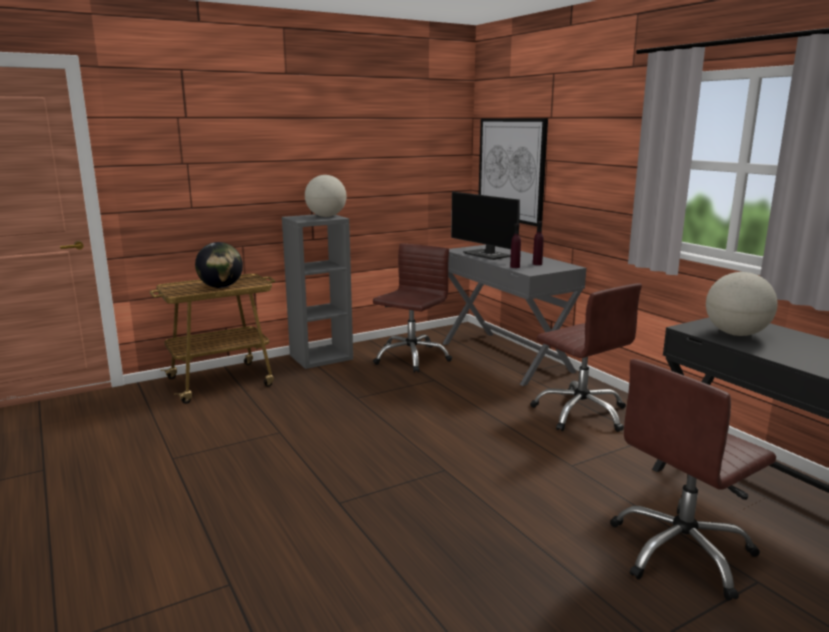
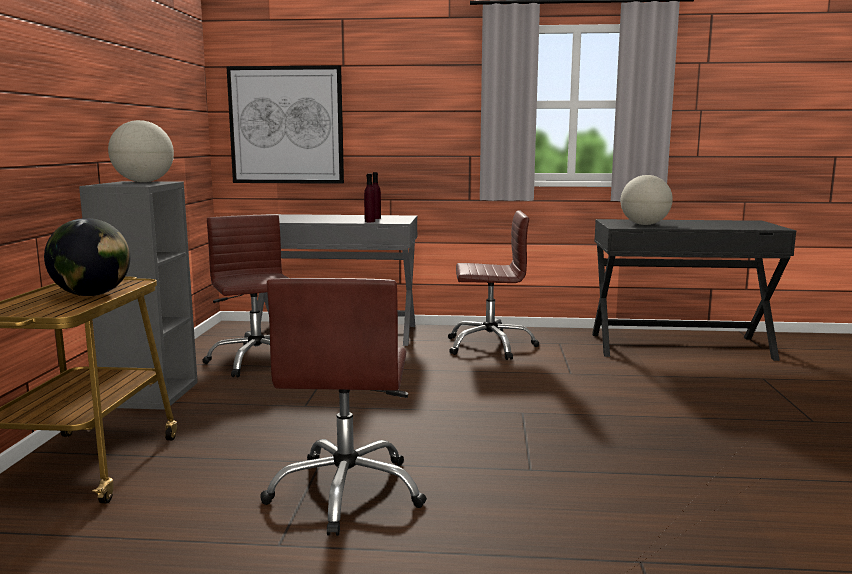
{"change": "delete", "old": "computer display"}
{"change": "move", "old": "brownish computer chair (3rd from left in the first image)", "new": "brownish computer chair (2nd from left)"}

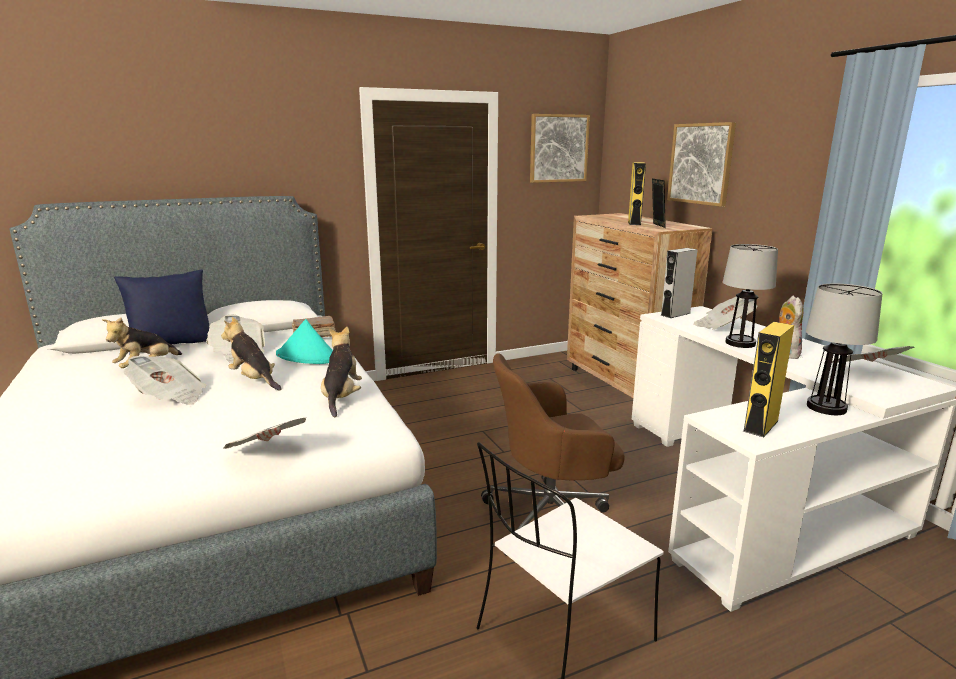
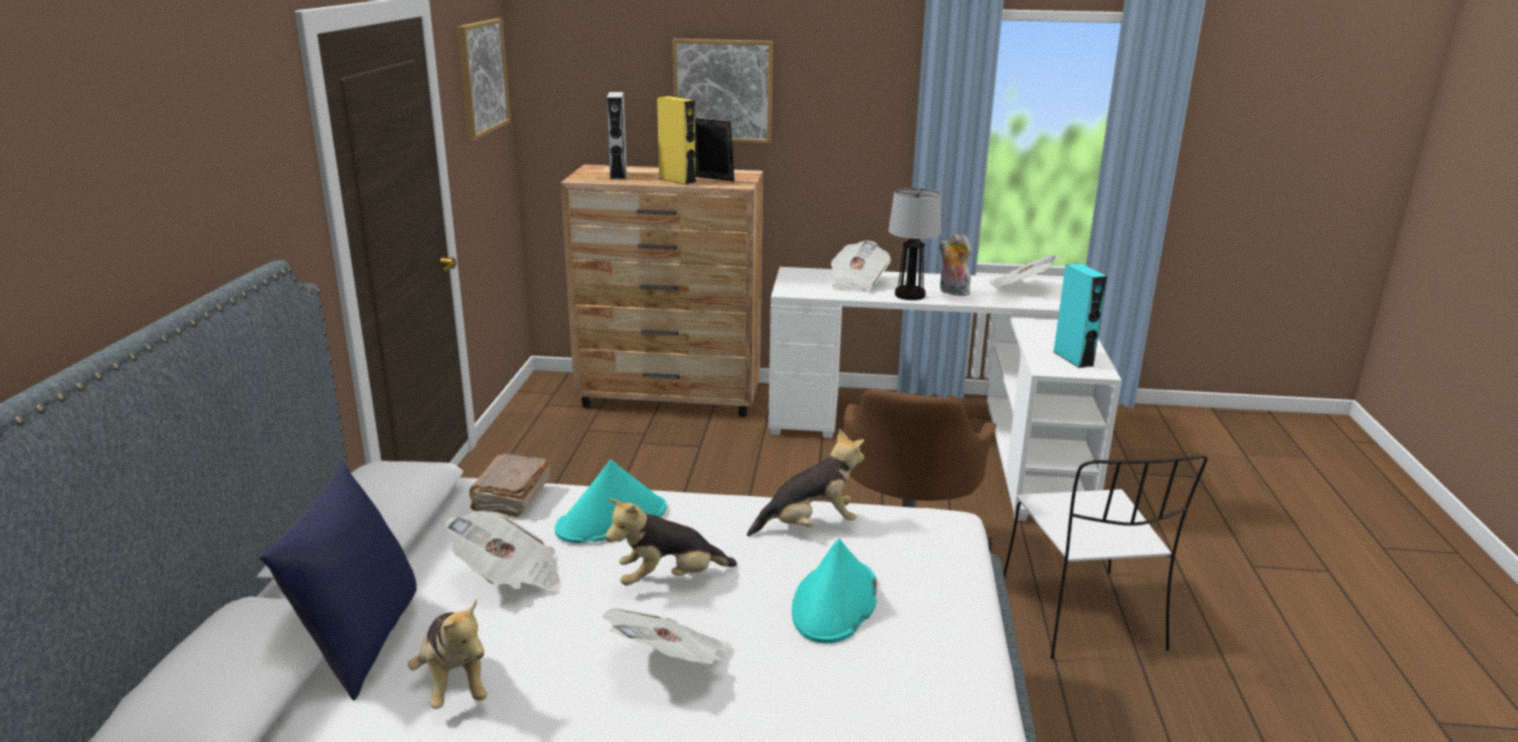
{"change": "delete", "old": "newspaper (3rd from left)"}
{"change": "rotate", "old": "plush toy (3rd from left)", "degrees": 135}
{"change": "move", "old": "greyish loudspeaker"}
{"change": "recolor", "old": "yellowish loudspeaker (2nd from left)", "new": "turquoise-coloured loudspeaker"}
{"change": "delete", "old": "tabletop lamp (2nd from left)"}
{"change": "insert", "new": "turquoise-coloured wearable hat (2nd from left)"}

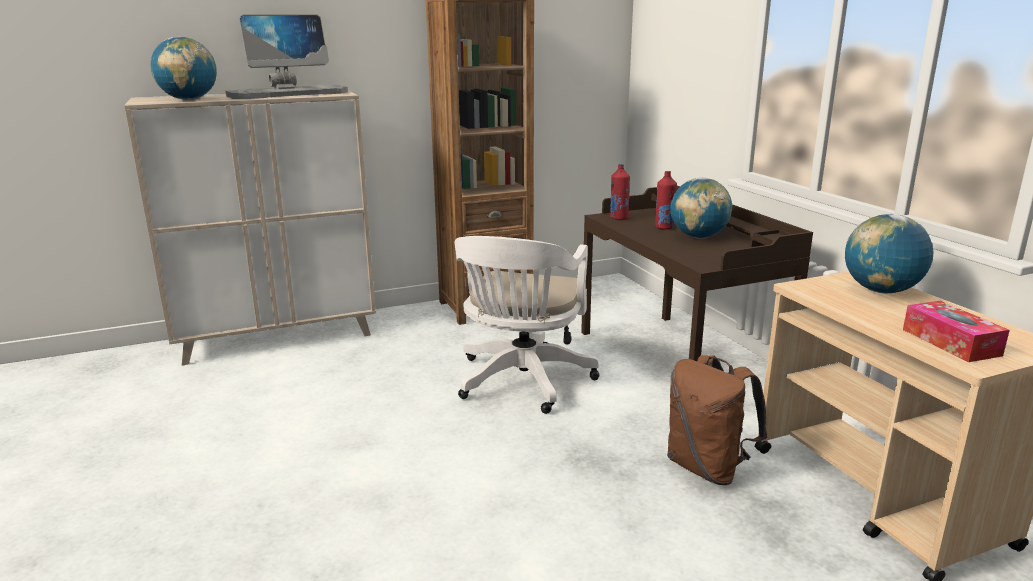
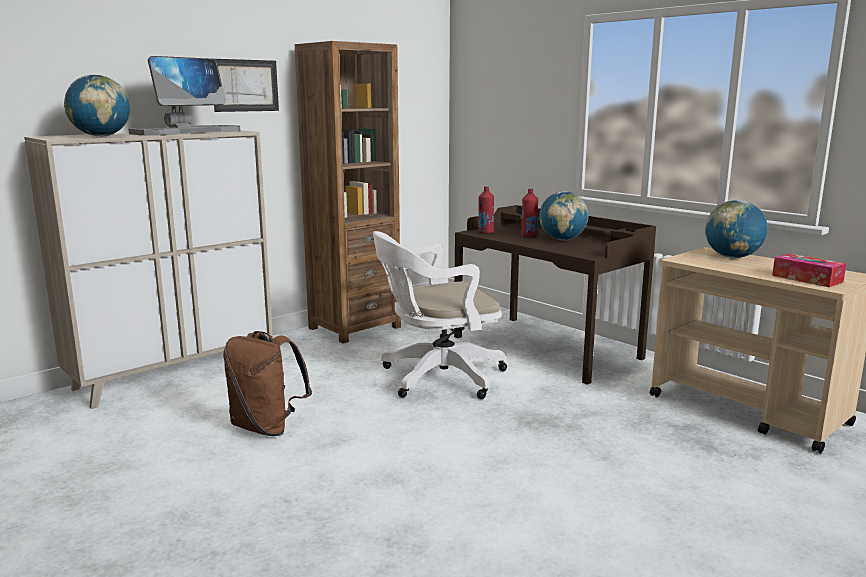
{"change": "rotate", "old": "whitish computer chair", "degrees": 75}
{"change": "move", "old": "brownish backpack"}
{"change": "insert", "new": "wall picture"}

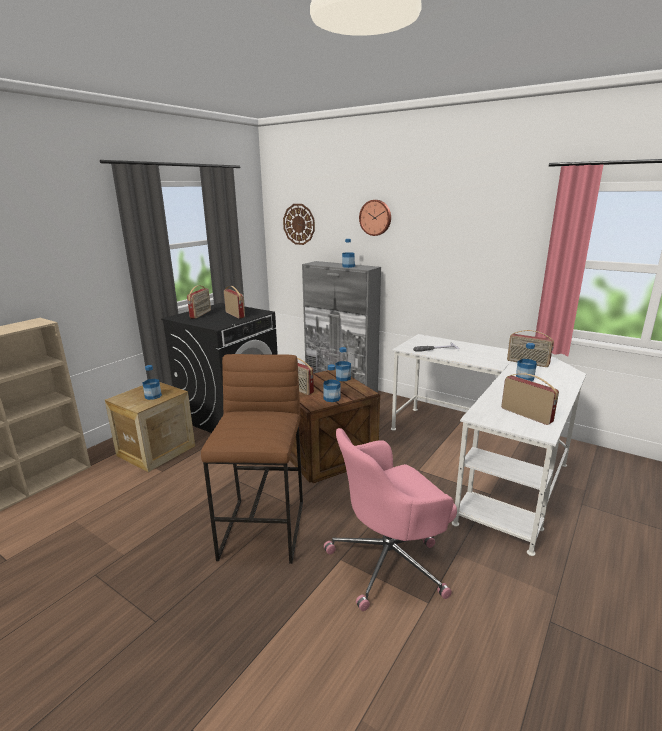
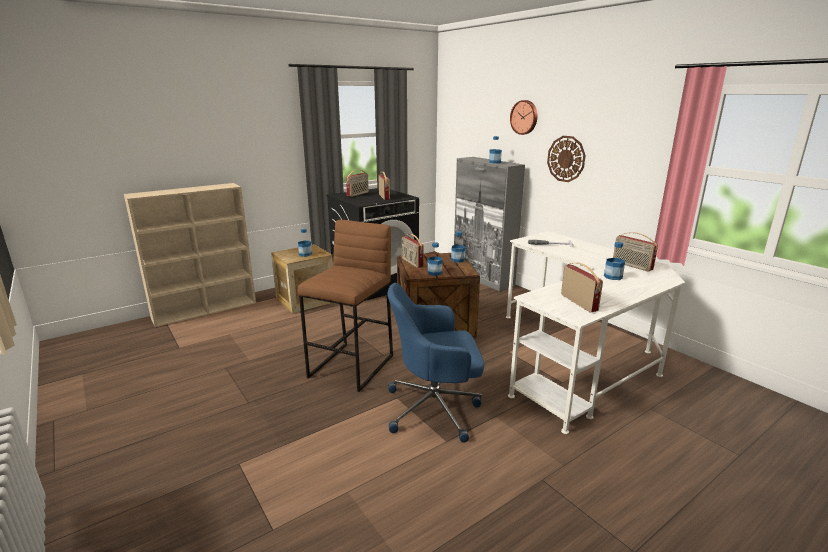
{"change": "move", "old": "wall clock (1st from left in the first image)", "new": "wall clock (2nd from left)"}
{"change": "recolor", "old": "pink computer chair", "new": "blue computer chair"}

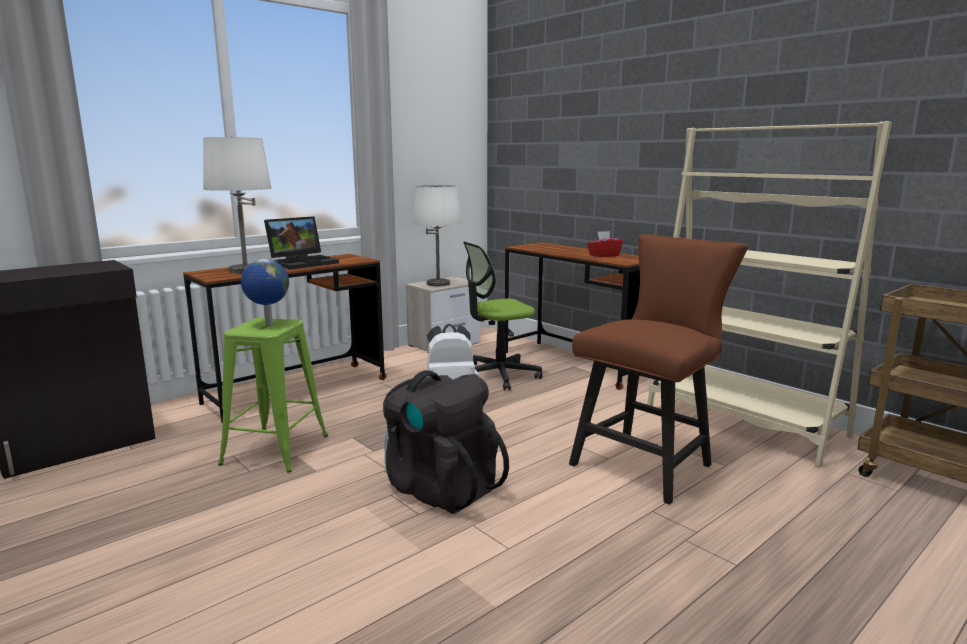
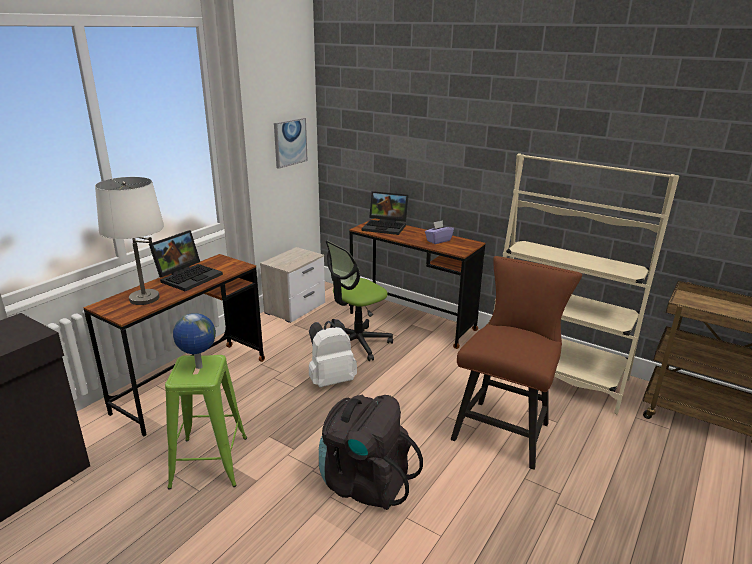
{"change": "delete", "old": "whitish tabletop lamp (2nd from left)"}
{"change": "recolor", "old": "red tissue holder", "new": "purple tissue holder"}
{"change": "insert", "new": "wall picture"}
{"change": "insert", "new": "notebook computer (2nd from left)"}

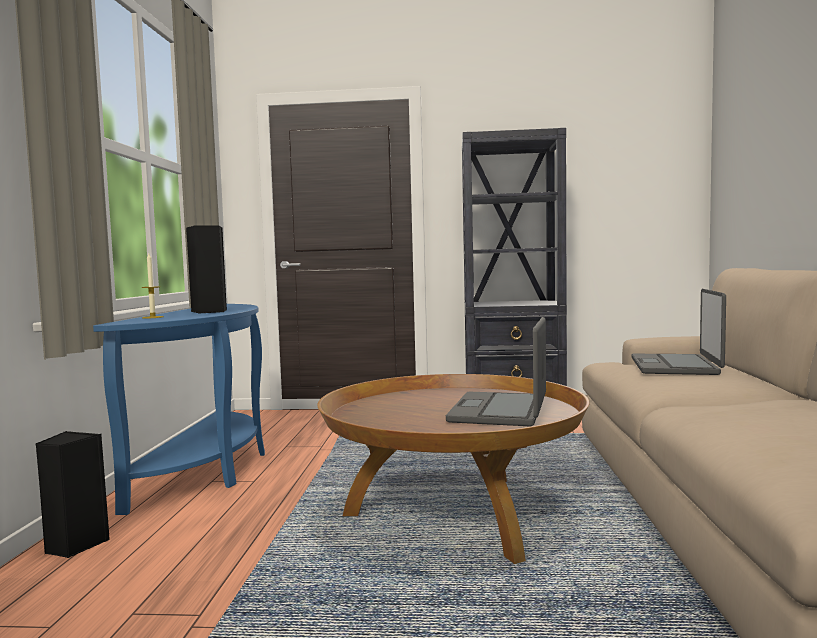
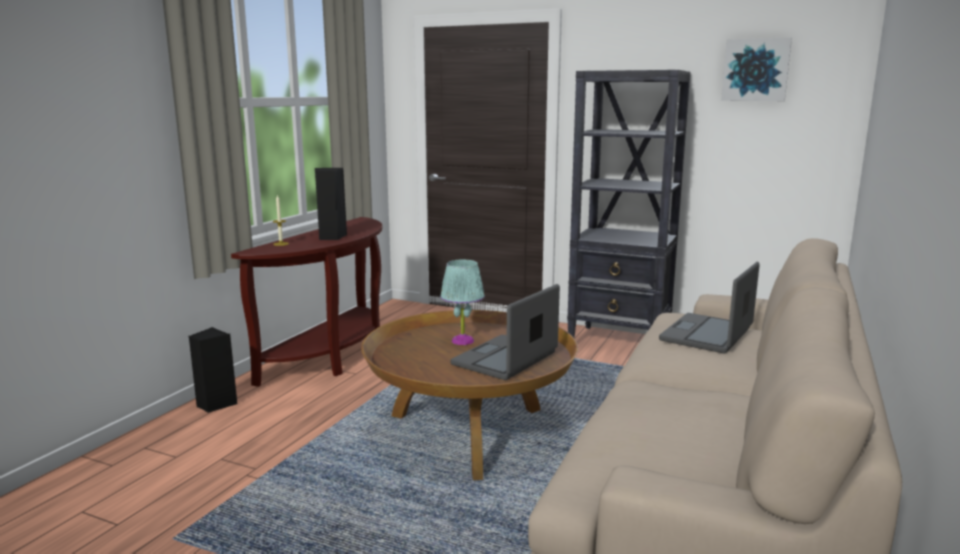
{"change": "recolor", "old": "blue console table", "new": "brownish console table"}
{"change": "insert", "new": "turquoise-coloured tabletop lamp"}
{"change": "insert", "new": "wall picture"}

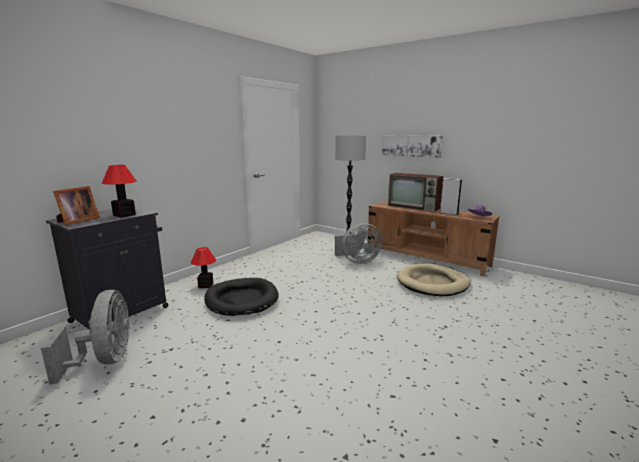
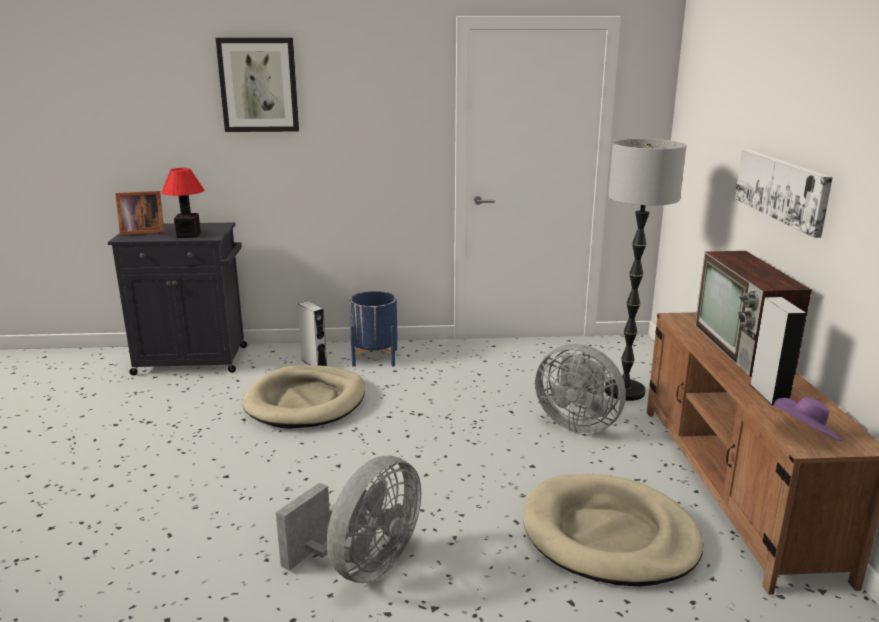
{"change": "move", "old": "greyish cooling fan (1st from left)"}
{"change": "replace", "old": "tabletop lamp (2nd from left)", "new": "greyish loudspeaker (1st from left)"}
{"change": "recolor", "old": "blackish dog bed", "new": "beige dog bed (1st from left)"}
{"change": "insert", "new": "wall picture (1st from left)"}
{"change": "insert", "new": "blue plant pot"}

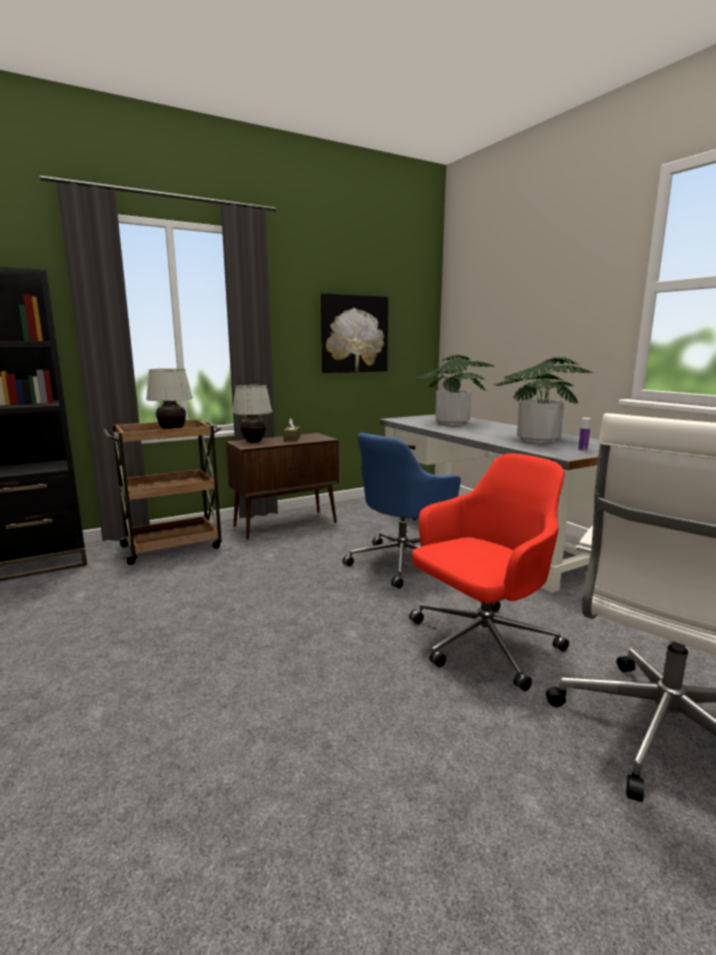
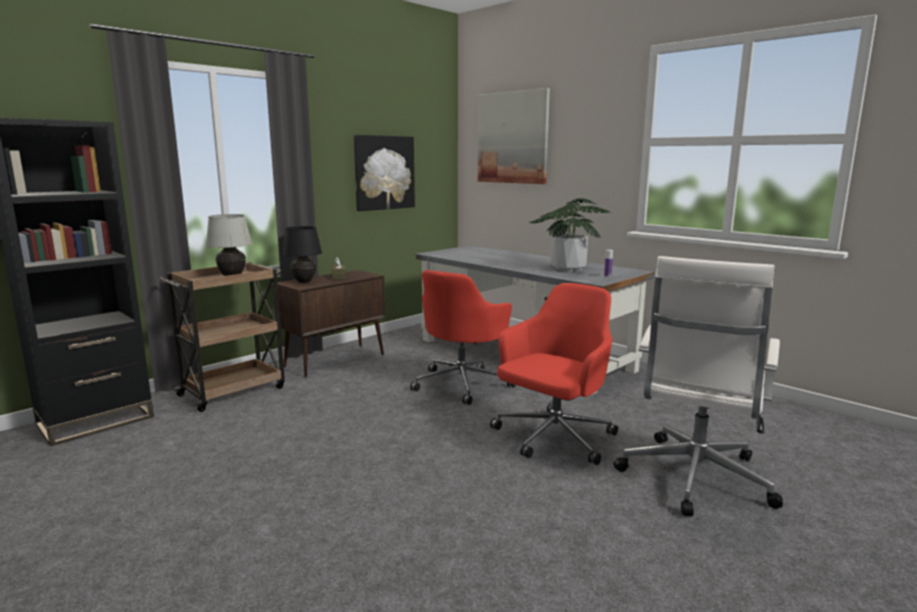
{"change": "recolor", "old": "whitish tabletop lamp (2nd from left)", "new": "blackish tabletop lamp"}
{"change": "recolor", "old": "blue computer chair", "new": "red computer chair (1st from left)"}
{"change": "delete", "old": "plant in a pot (1st from left)"}
{"change": "insert", "new": "wall picture (2nd from left)"}

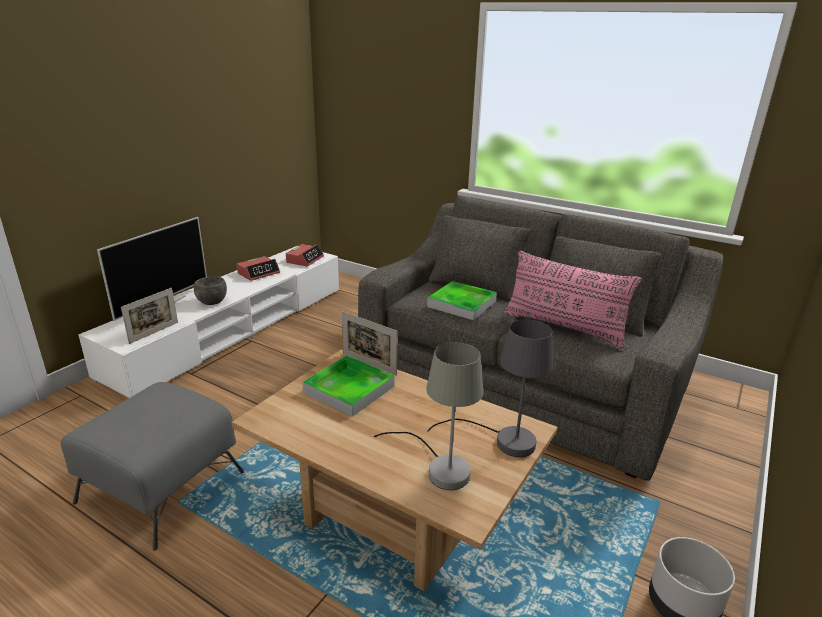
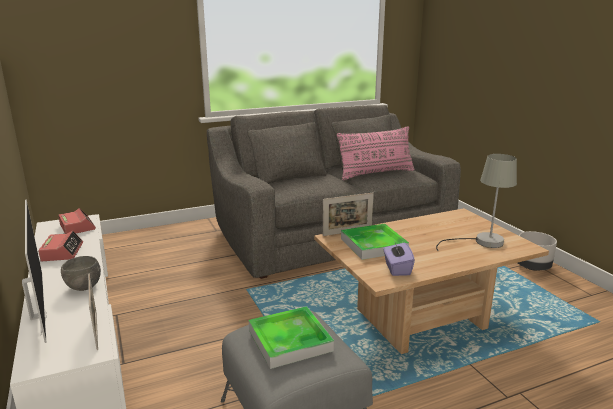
{"change": "move", "old": "tray (2nd from left in the first image)", "new": "tray (1st from left)"}
{"change": "delete", "old": "greyish tabletop lamp (2nd from left)"}
{"change": "insert", "new": "purple tissue holder"}

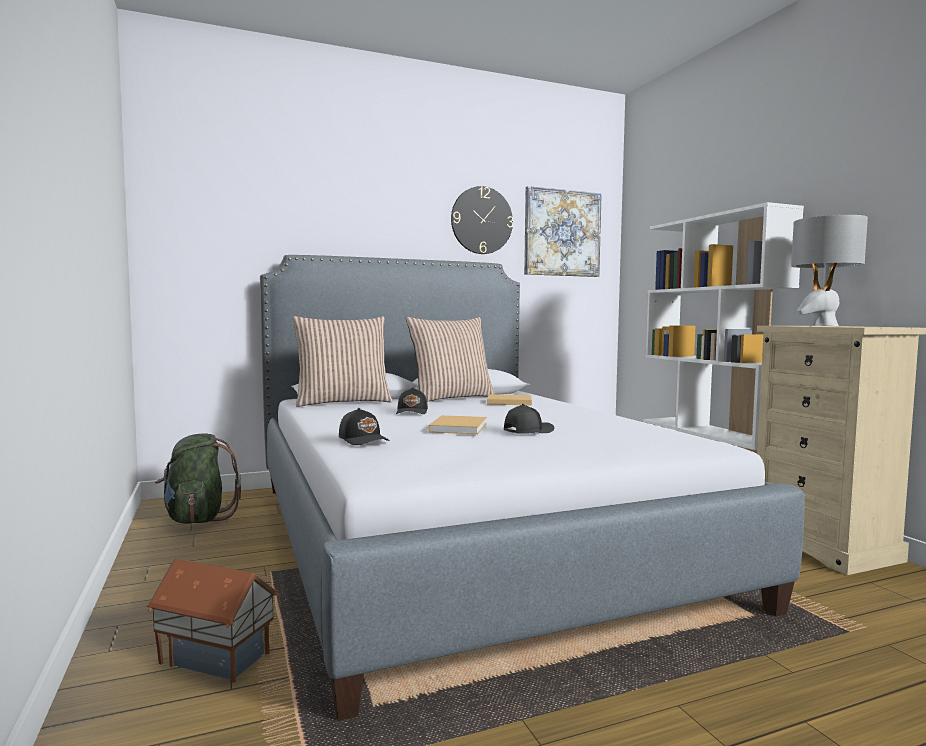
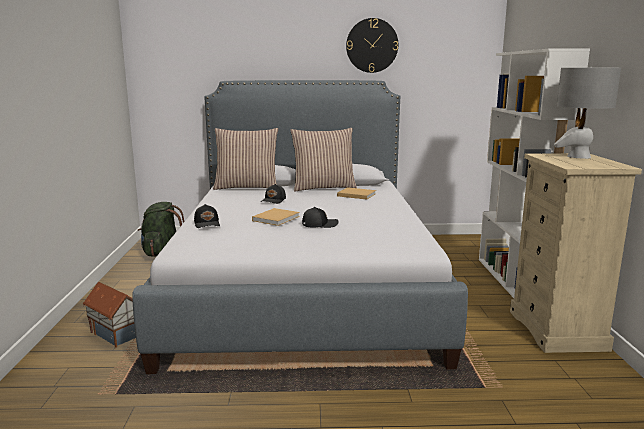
{"change": "delete", "old": "wall picture"}

